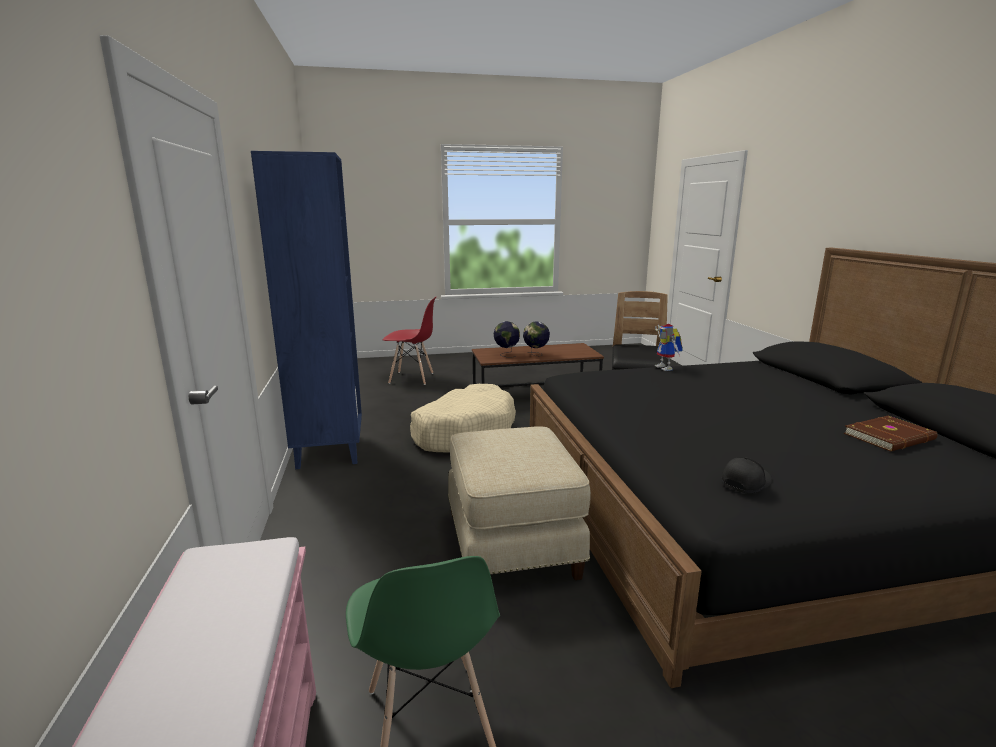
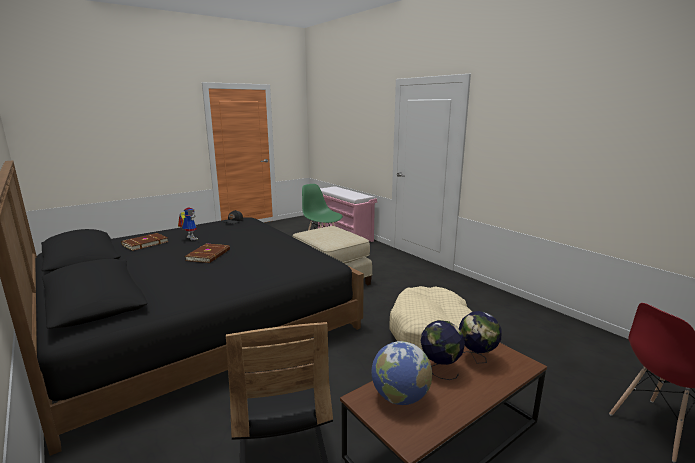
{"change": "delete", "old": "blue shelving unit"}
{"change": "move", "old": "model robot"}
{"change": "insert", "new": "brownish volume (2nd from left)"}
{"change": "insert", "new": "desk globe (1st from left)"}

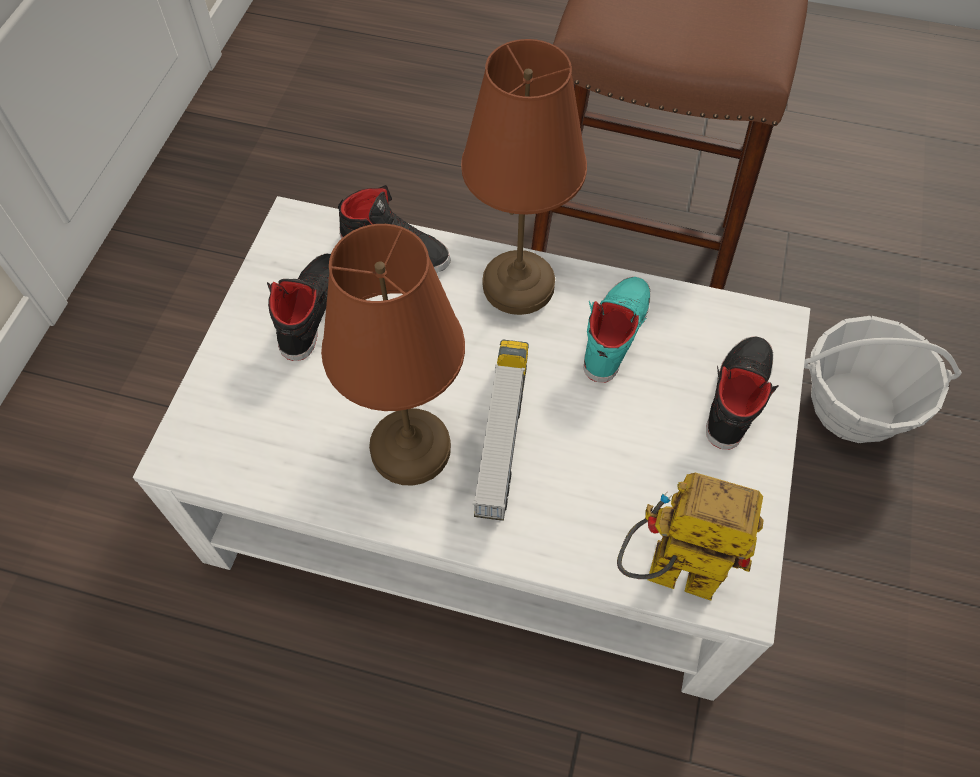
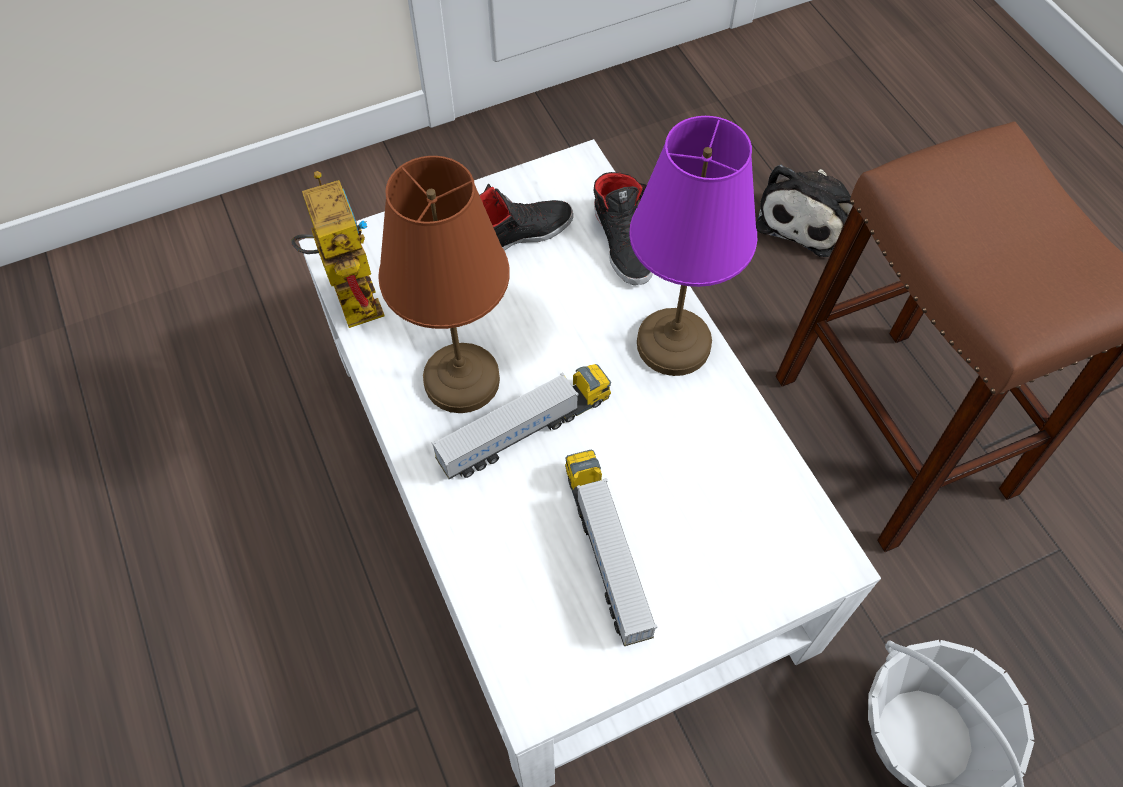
{"change": "recolor", "old": "brownish tabletop lamp (2nd from left)", "new": "purple tabletop lamp"}
{"change": "delete", "old": "turquoise-coloured item of footwear"}
{"change": "move", "old": "model robot"}
{"change": "delete", "old": "blackish item of footwear (3rd from left)"}
{"change": "insert", "new": "toy truck (2nd from left)"}
{"change": "insert", "new": "plush toy"}

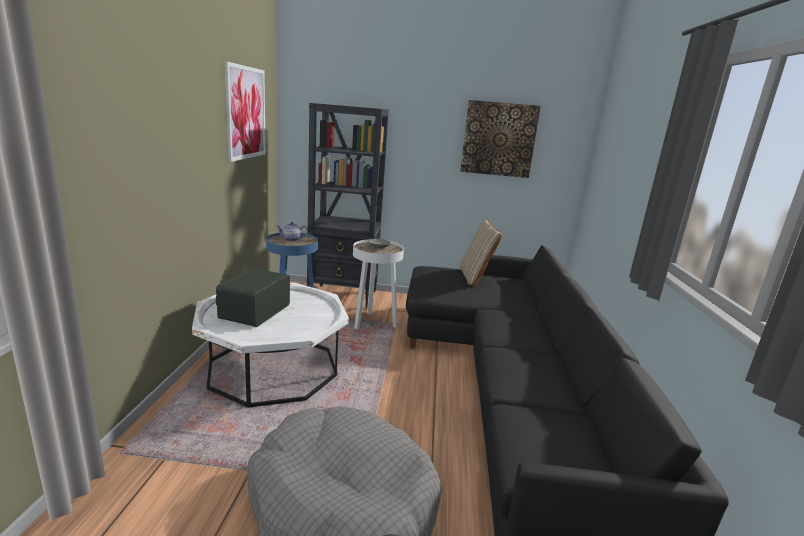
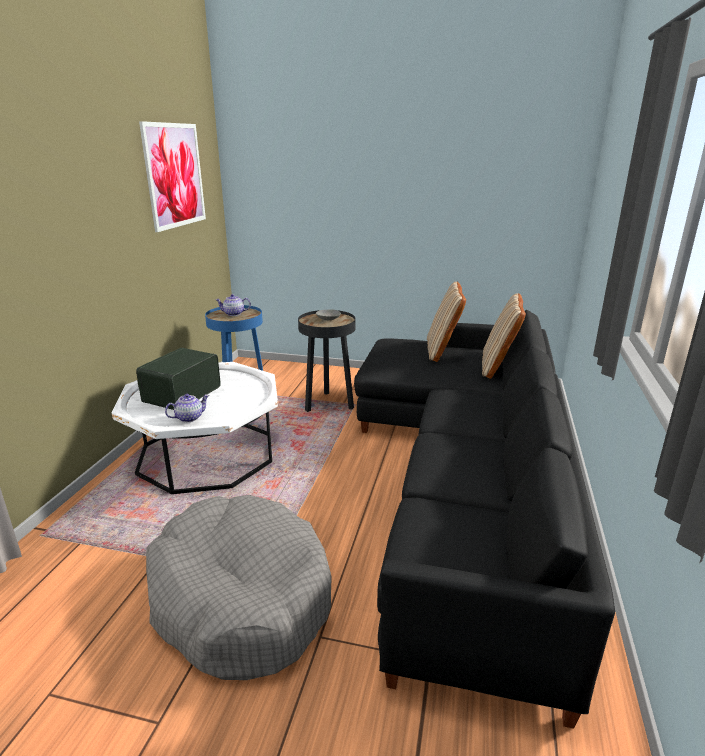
{"change": "delete", "old": "blackish shelving unit"}
{"change": "recolor", "old": "whitish accent table", "new": "blackish accent table"}
{"change": "delete", "old": "wall picture (2nd from left)"}
{"change": "insert", "new": "tea pot (1st from left)"}
{"change": "insert", "new": "beige cushion (2nd from left)"}

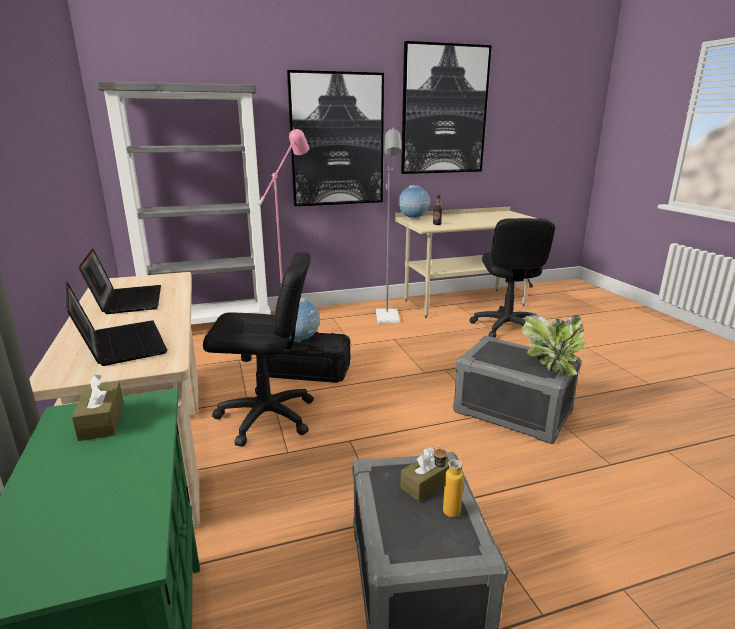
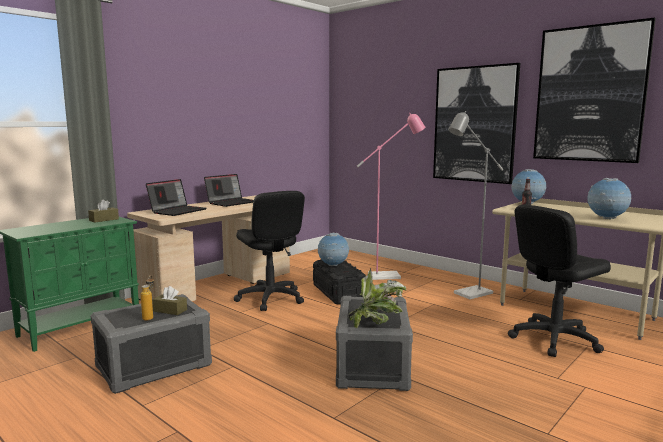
{"change": "delete", "old": "greyish shelving unit"}
{"change": "insert", "new": "desk globe (3rd from left)"}

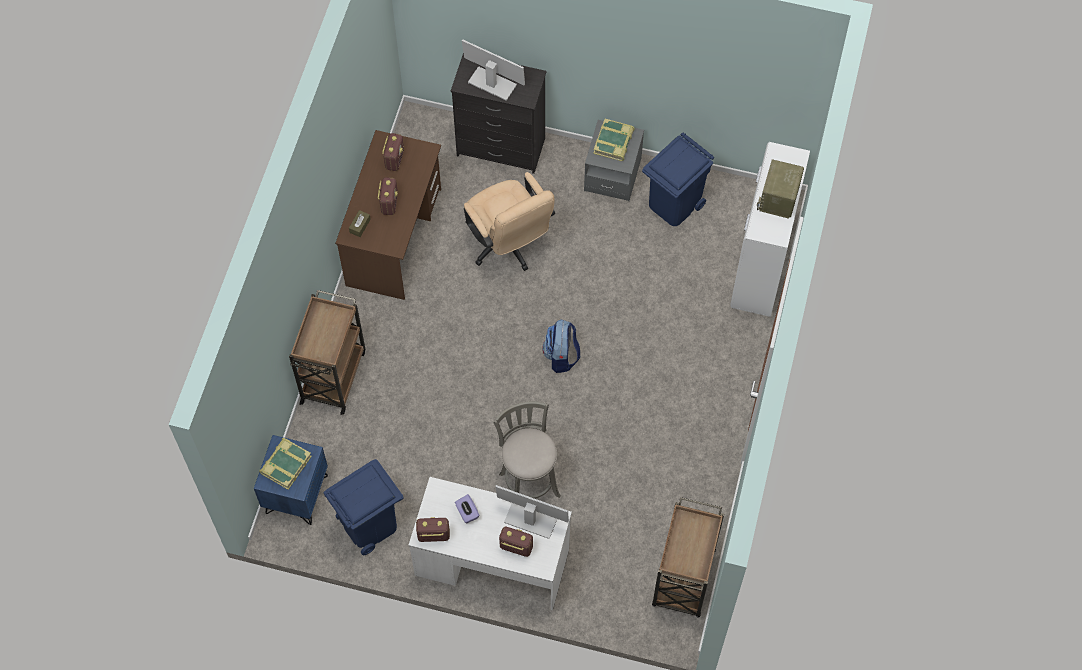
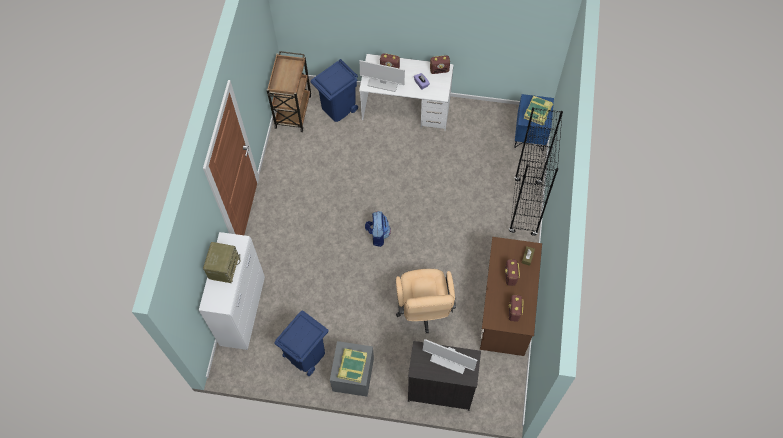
{"change": "replace", "old": "brownish trolley (1st from left)", "new": "blackish shelving unit"}
{"change": "move", "old": "blue rubbish bin (1st from left in the first image)", "new": "blue rubbish bin (2nd from left)"}
{"change": "rotate", "old": "beige computer chair", "degrees": -150}
{"change": "delete", "old": "greyish sitting stool"}

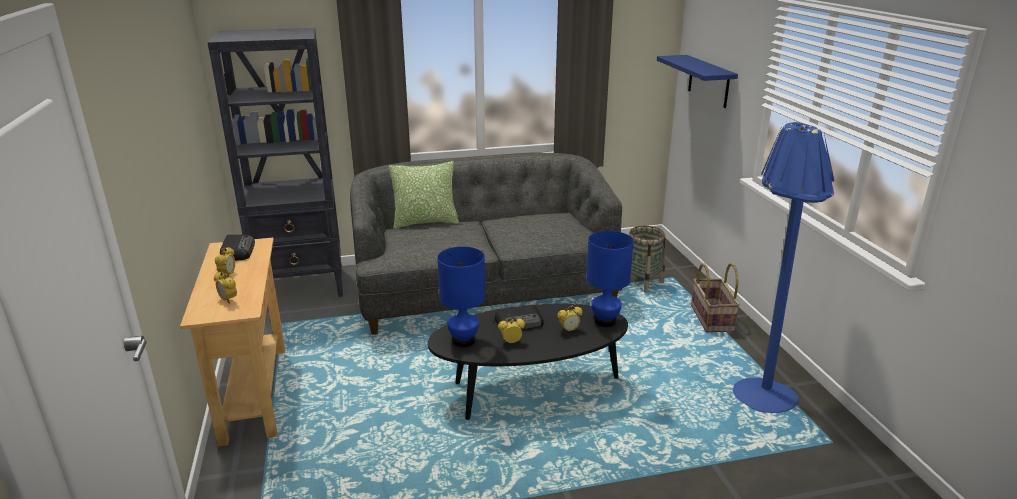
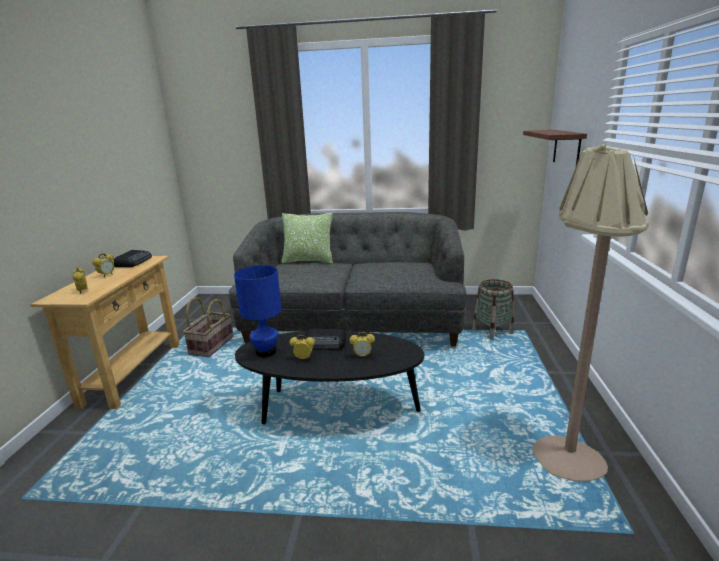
{"change": "delete", "old": "blackish shelving unit"}
{"change": "delete", "old": "blue tabletop lamp (2nd from left)"}
{"change": "recolor", "old": "blue bracket shelf", "new": "brownish bracket shelf"}
{"change": "move", "old": "storage basket (2nd from left in the first image)", "new": "storage basket (1st from left)"}
{"change": "recolor", "old": "blue standard lamp", "new": "beige standard lamp"}

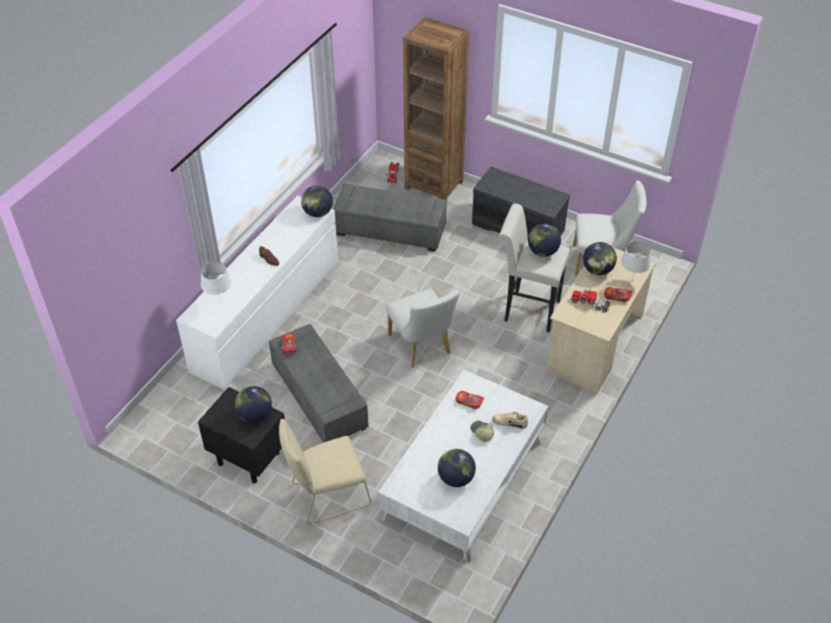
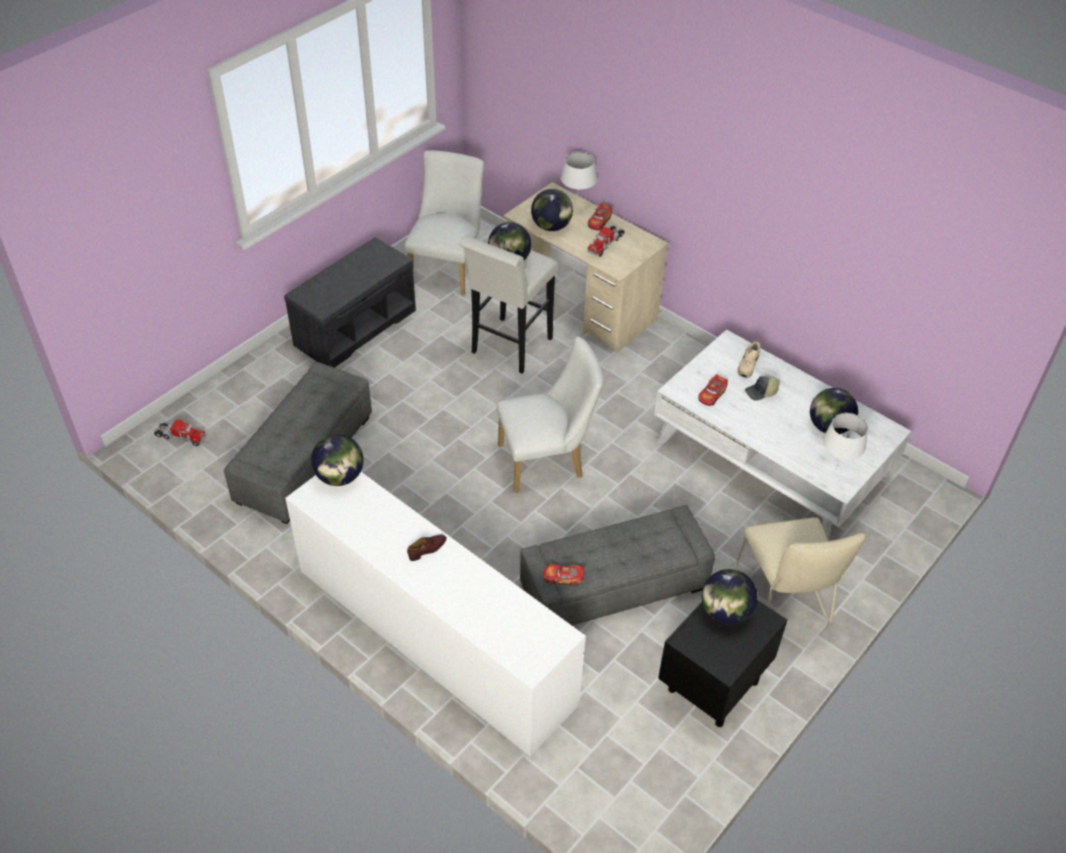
{"change": "move", "old": "whitish tabletop lamp (1st from left in the first image)", "new": "whitish tabletop lamp (2nd from left)"}
{"change": "delete", "old": "brownish shelving unit"}

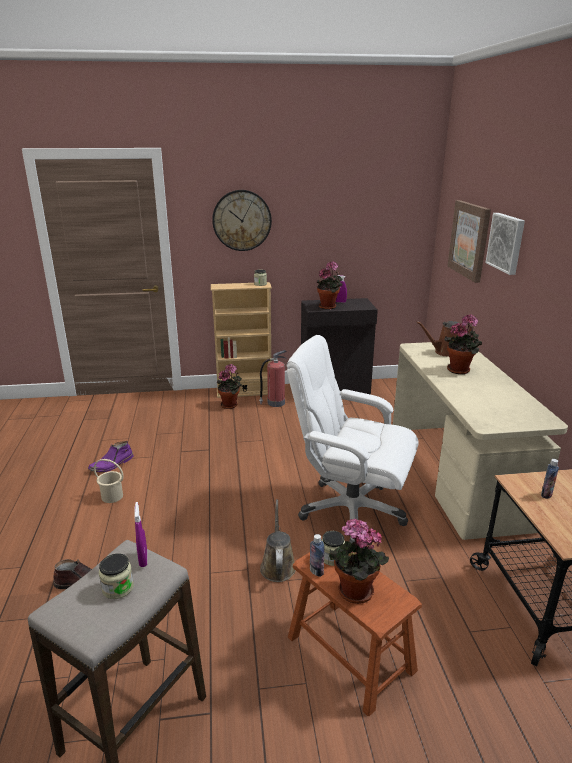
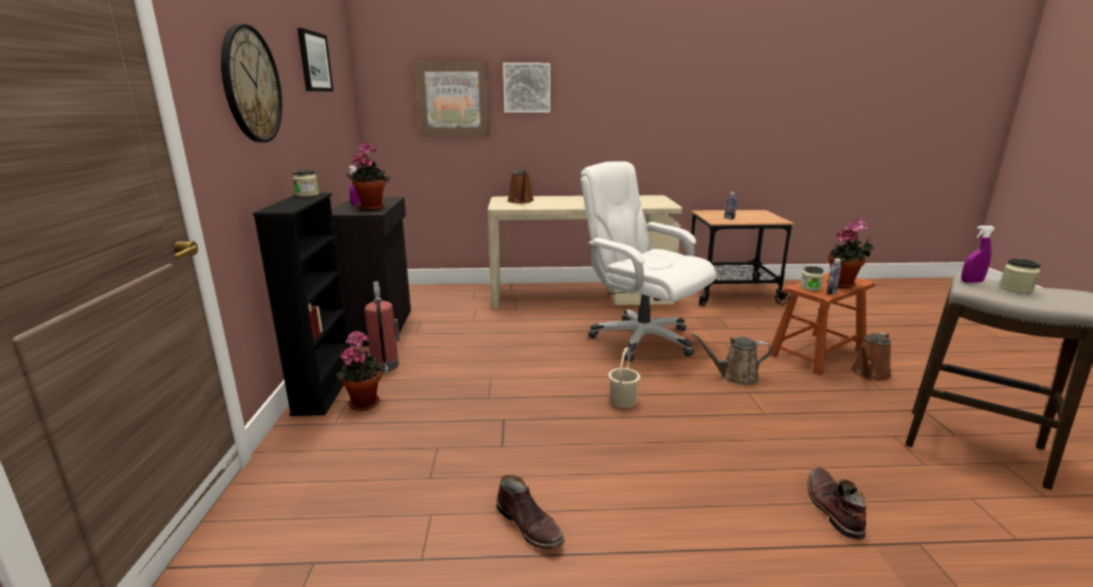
{"change": "recolor", "old": "purple high-top boot", "new": "brownish high-top boot (1st from left)"}
{"change": "move", "old": "beige pail"}
{"change": "recolor", "old": "beige shelving unit", "new": "blackish shelving unit"}
{"change": "rotate", "old": "whitish computer chair", "degrees": 105}
{"change": "delete", "old": "plant in a pot (4th from left)"}
{"change": "insert", "new": "wall picture (1st from left)"}
{"change": "insert", "new": "brownish watering pot (3rd from left)"}

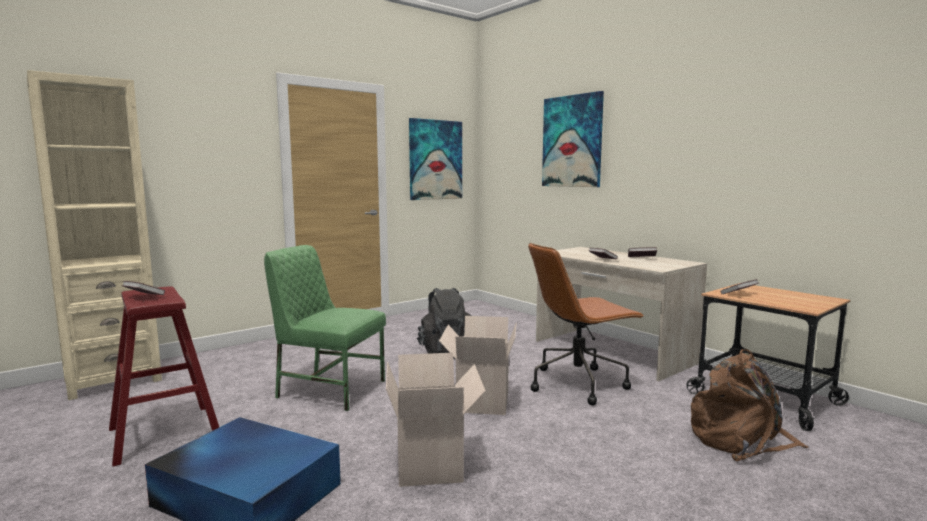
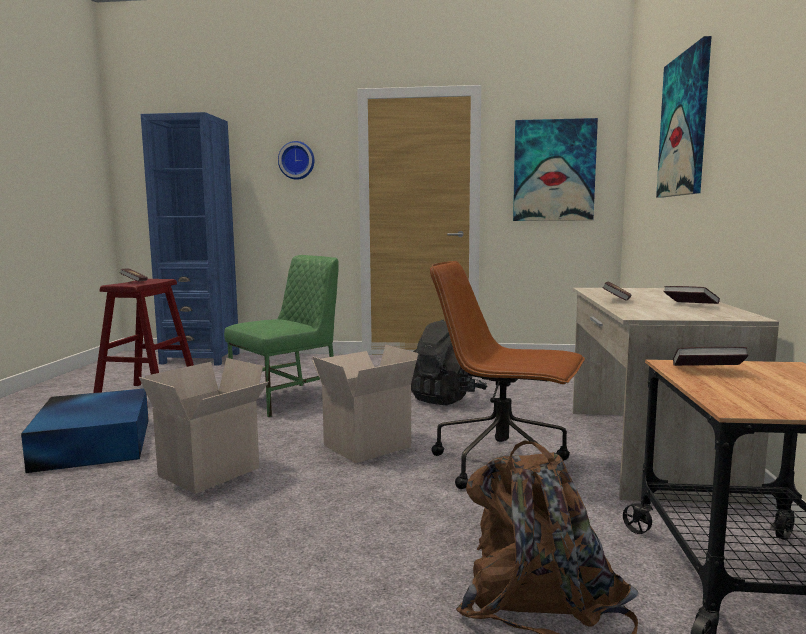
{"change": "recolor", "old": "beige shelving unit", "new": "blue shelving unit"}
{"change": "rotate", "old": "greenish chair", "degrees": 75}
{"change": "insert", "new": "wall clock"}

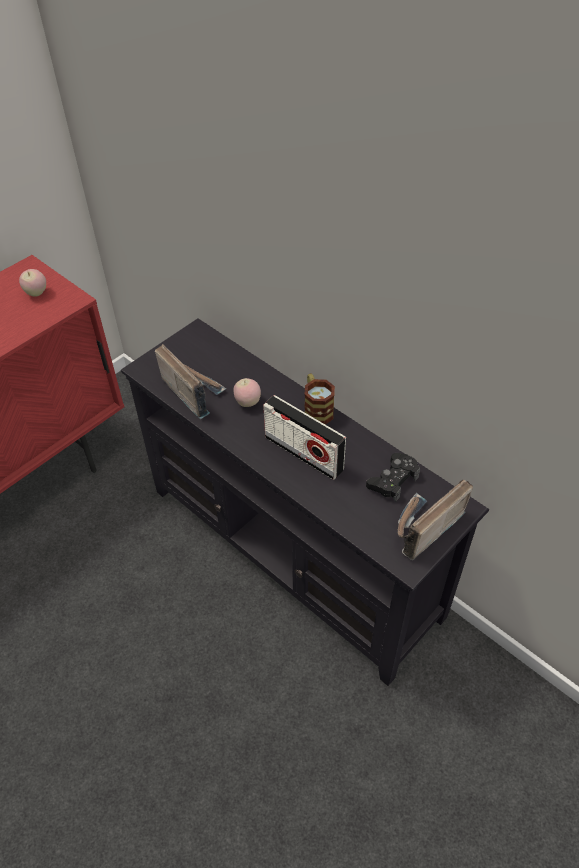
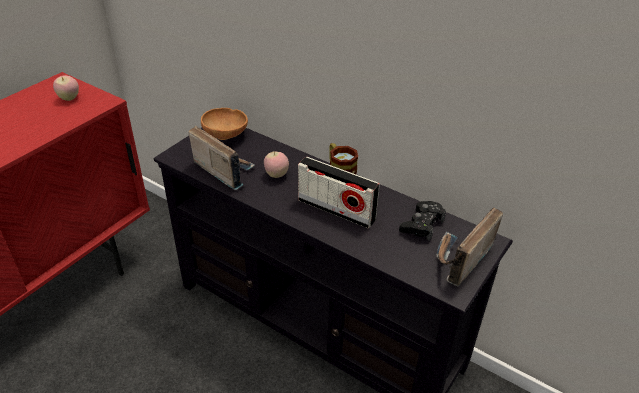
{"change": "insert", "new": "brownish deep dish"}

